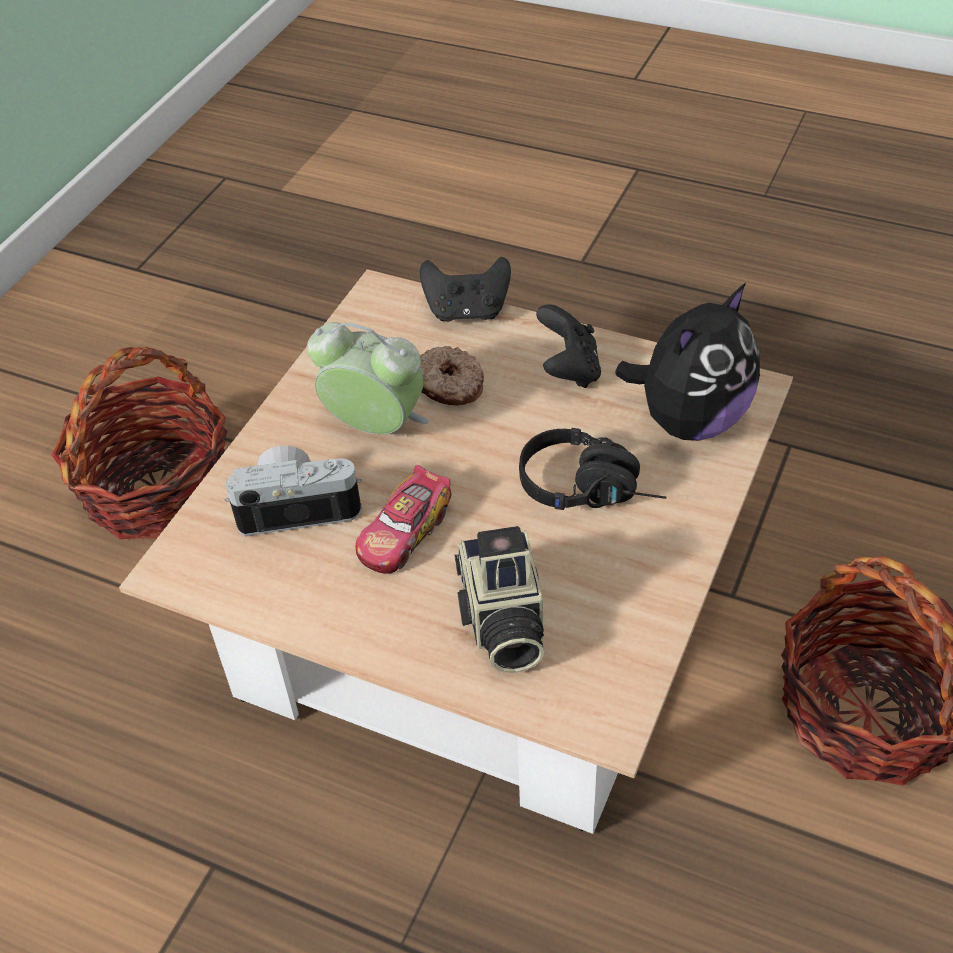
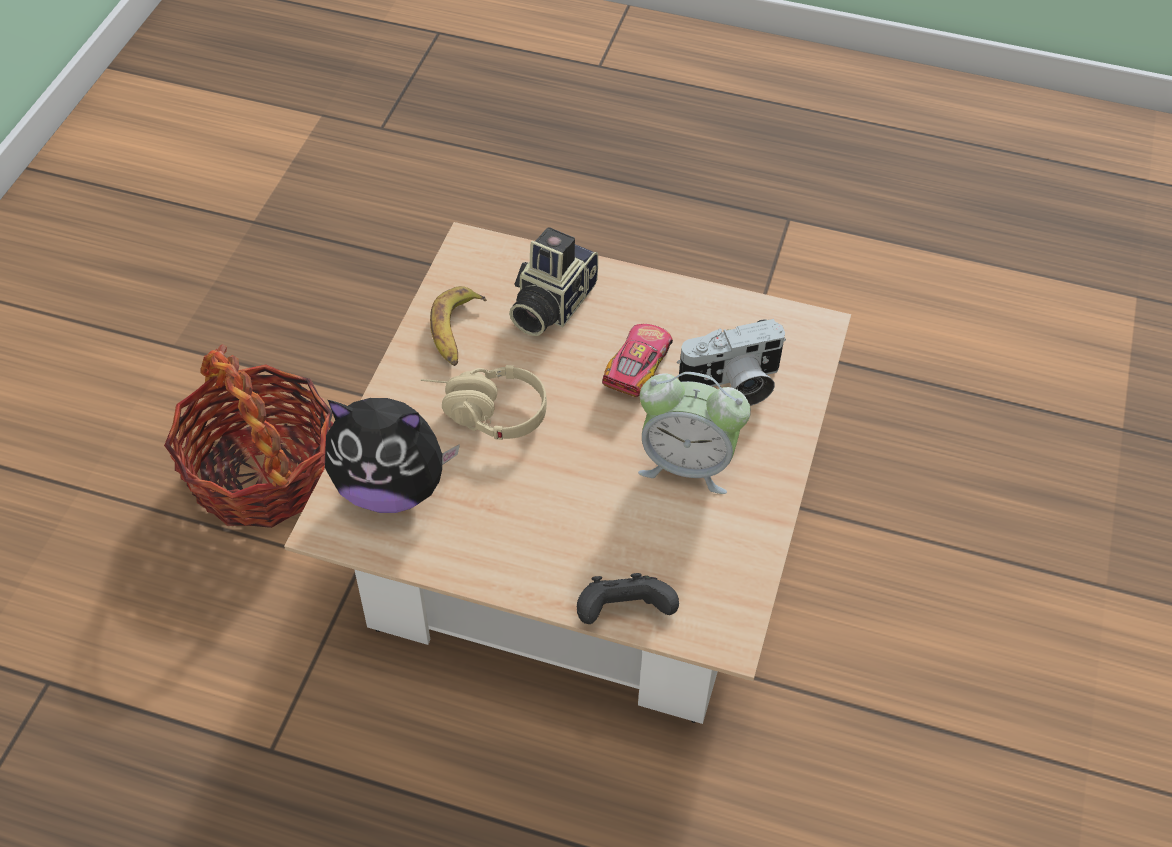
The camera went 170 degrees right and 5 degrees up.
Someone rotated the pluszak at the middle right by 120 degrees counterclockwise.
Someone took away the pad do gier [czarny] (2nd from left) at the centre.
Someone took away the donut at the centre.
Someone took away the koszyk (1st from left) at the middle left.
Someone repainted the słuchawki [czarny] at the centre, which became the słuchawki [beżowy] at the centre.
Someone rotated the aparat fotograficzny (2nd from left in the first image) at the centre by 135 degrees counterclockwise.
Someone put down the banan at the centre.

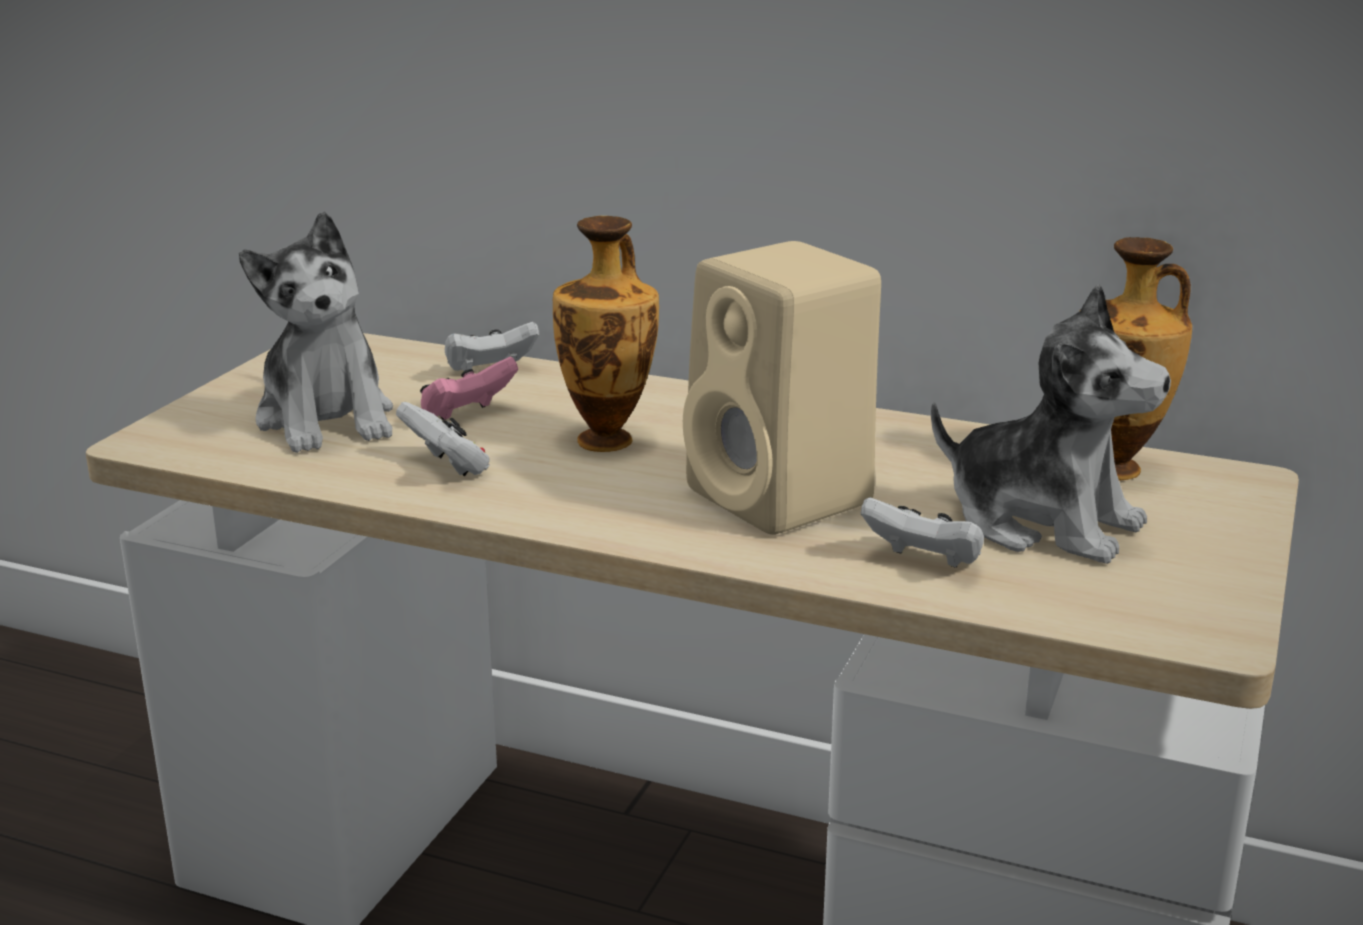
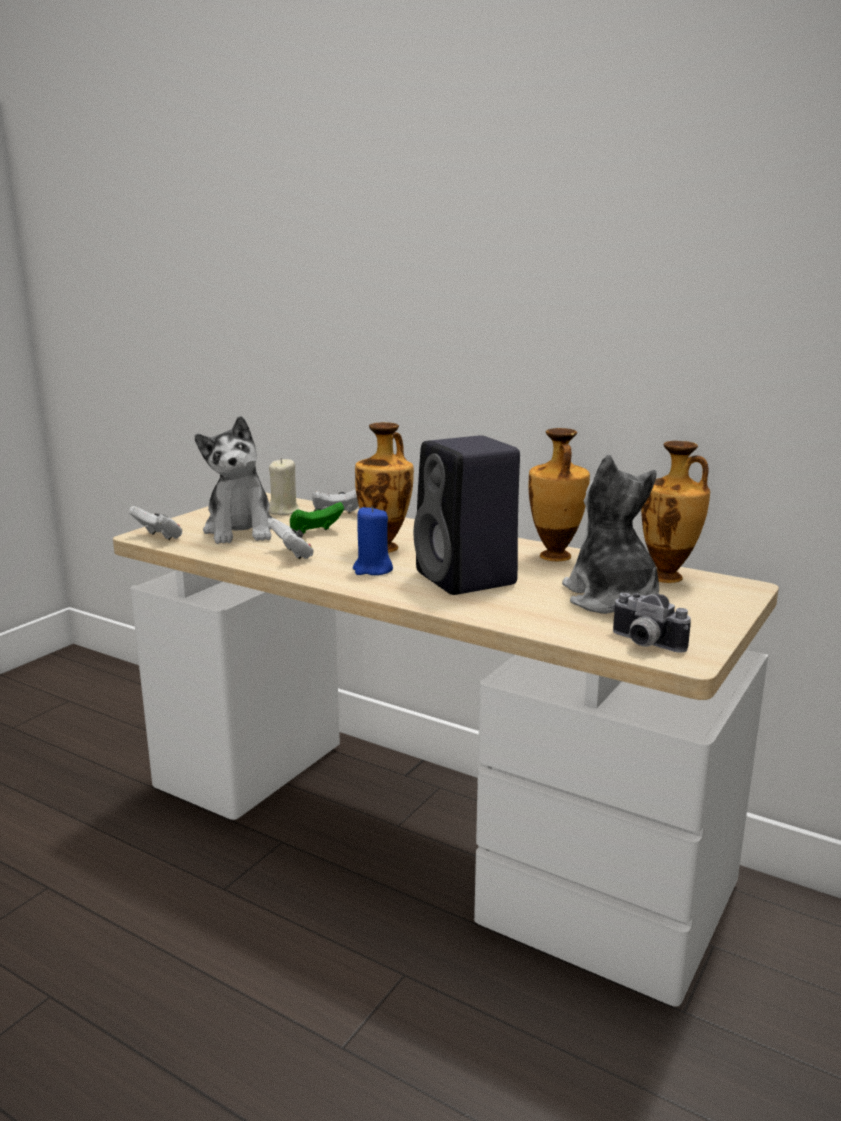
The camera went 10 degrees right and 5 degrees down.
Someone repainted the głośnik [beżowy] at the centre, which became the głośnik [czarny] at the centre.
Someone rotated the pluszak (2nd from left) at the middle right by 150 degrees counterclockwise.
Someone repainted the pad do gier [różowy] at the centre, which became the pad do gier [zielony] at the centre.
Someone carried the pad do gier [biały] (3rd from left in the first image) from the middle right to the middle left.
Someone put down the wazon (2nd from left) at the centre.
Someone put down the świeca [beżowy] at the centre.
Someone put down the świeca [niebieski] at the centre.
Someone put down the aparat fotograficzny at the middle right.

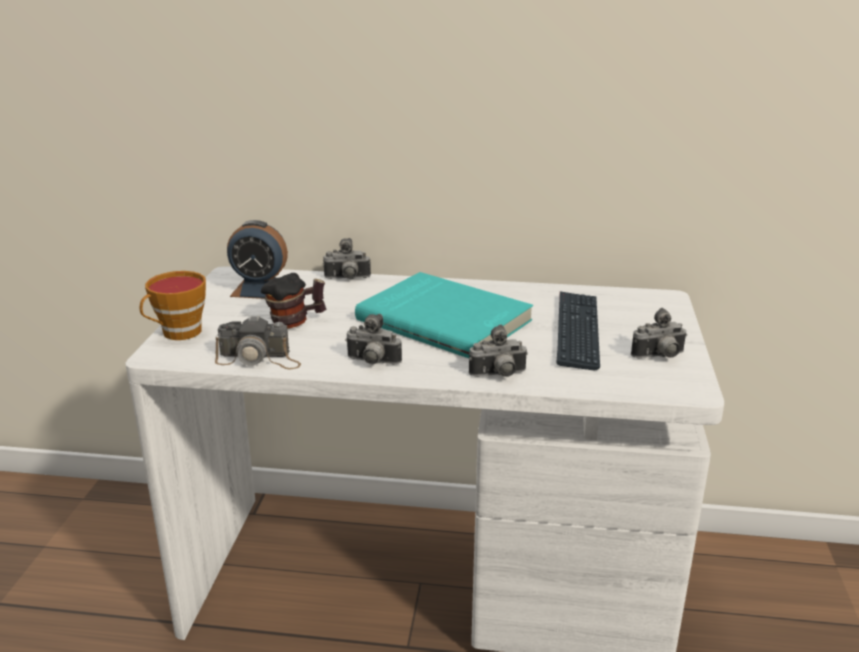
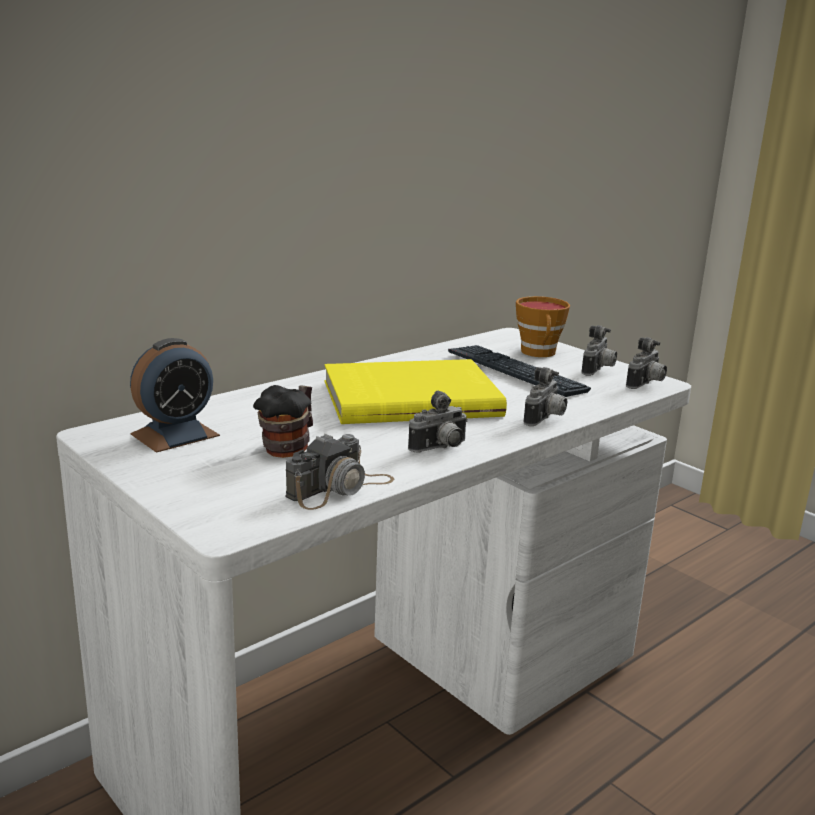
The camera went 50 degrees left and 5 degrees down.
Someone carried the aparat fotograficzny (2nd from left in the first image) from the centre to the middle right.
Someone carried the filiżanka from the middle left to the centre.
Someone repainted the książka [turkusowy] at the centre, which became the książka [żółty] at the centre.

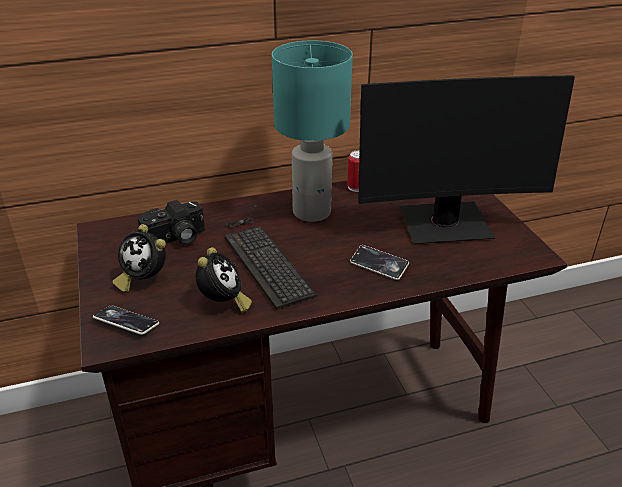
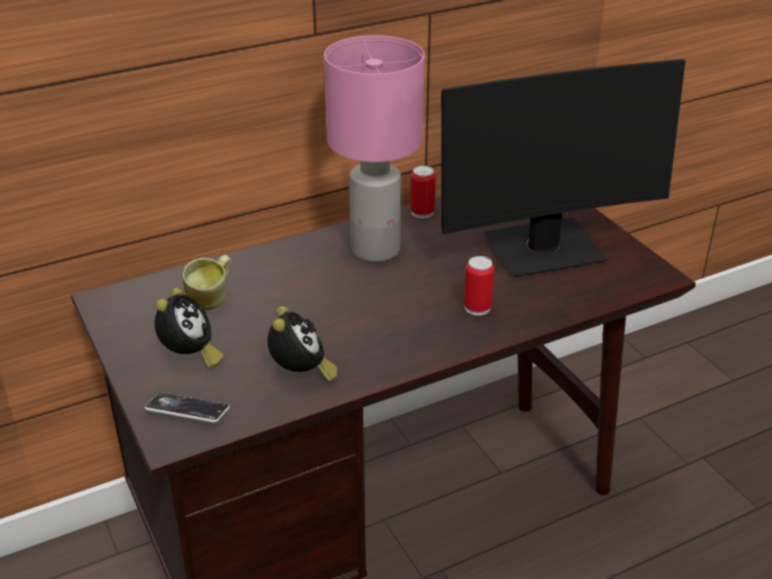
The camera went 10 degrees left and 0 degrees up.
Someone repainted the lampa stołowa [turkusowy] at the top centre, which became the lampa stołowa [różowy] at the top centre.
Someone swapped the aparat fotograficzny at the middle left for the kubek at the middle left.
Someone took away the klawiatura at the centre.
Someone rotated the budzik (1st from left) at the middle left by 105 degrees counterclockwise.
Someone swapped the telefon (2nd from left) at the centre for the puszka (2nd from left) at the centre.

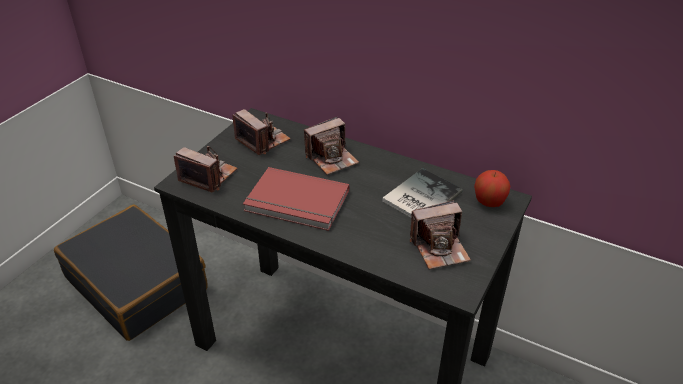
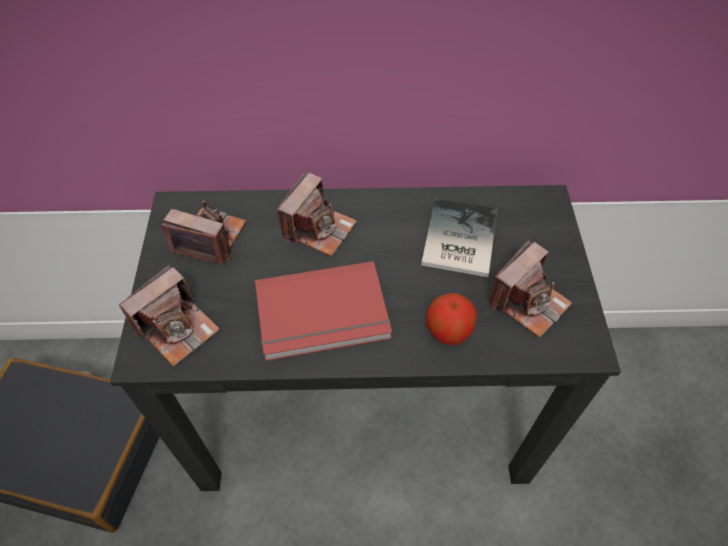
The camera went 30 degrees left and 15 degrees up.
Someone rotated the aparat fotograficzny (1st from left) at the middle left by 135 degrees clockwise.
Someone carried the jabłko from the middle right to the centre.

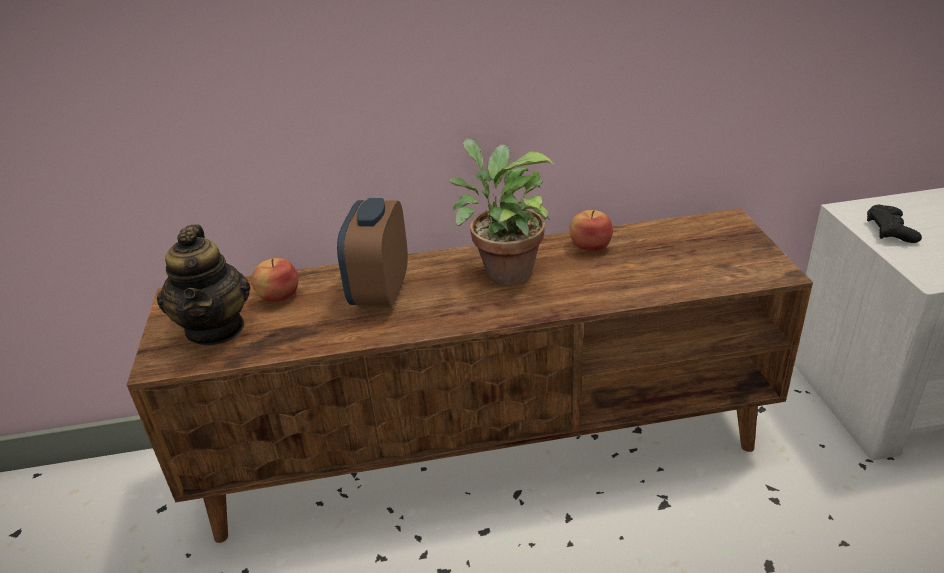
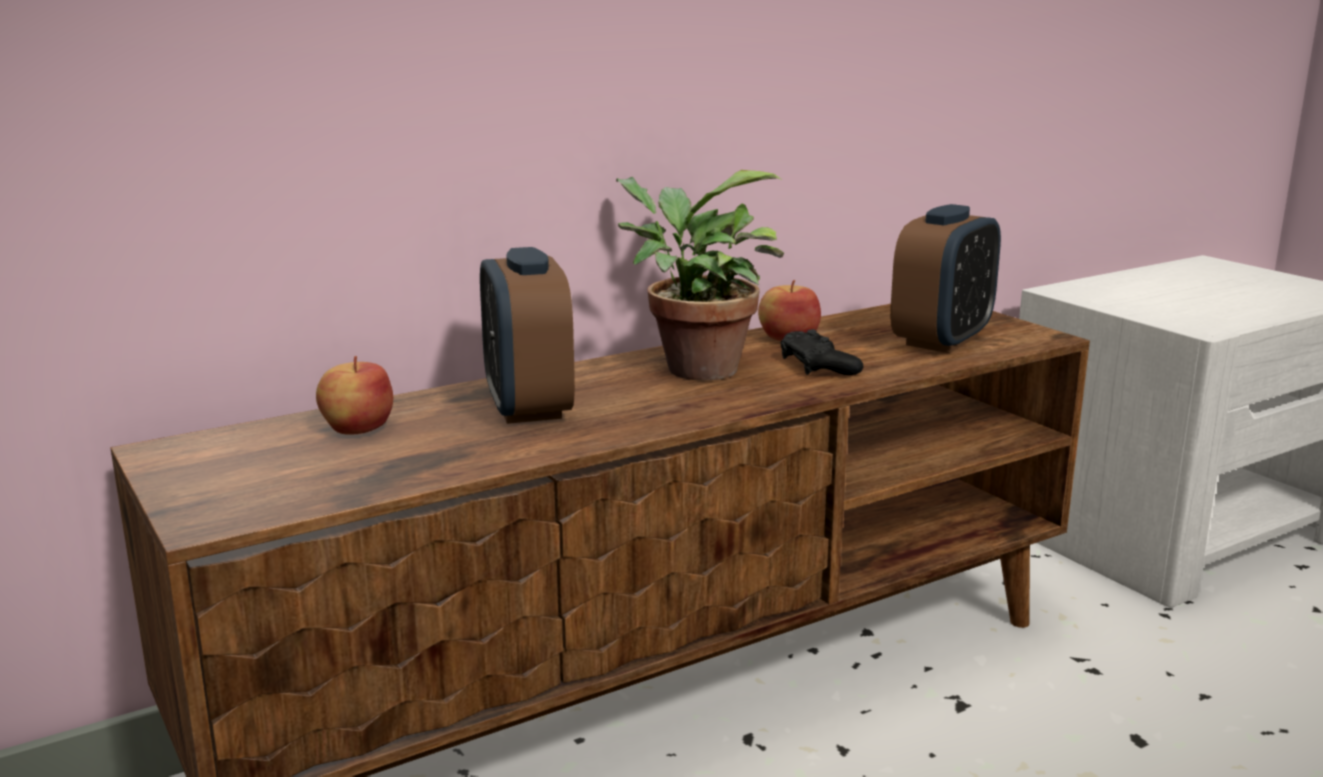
The camera went 25 degrees left and 15 degrees down.
Someone carried the pad do gier [czarny] from the middle right to the centre.
Someone took away the imbryk at the middle left.
Someone put down the budzik (2nd from left) at the middle right.

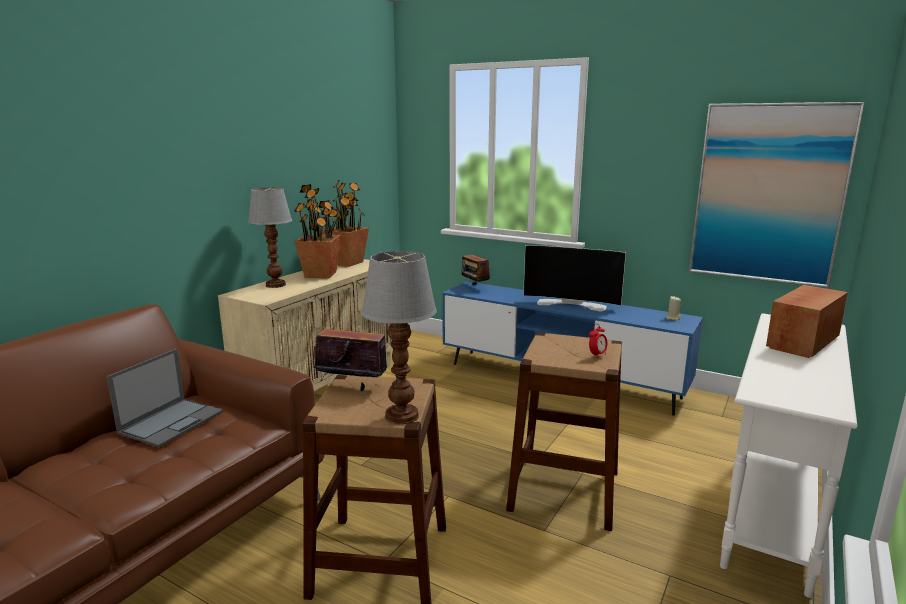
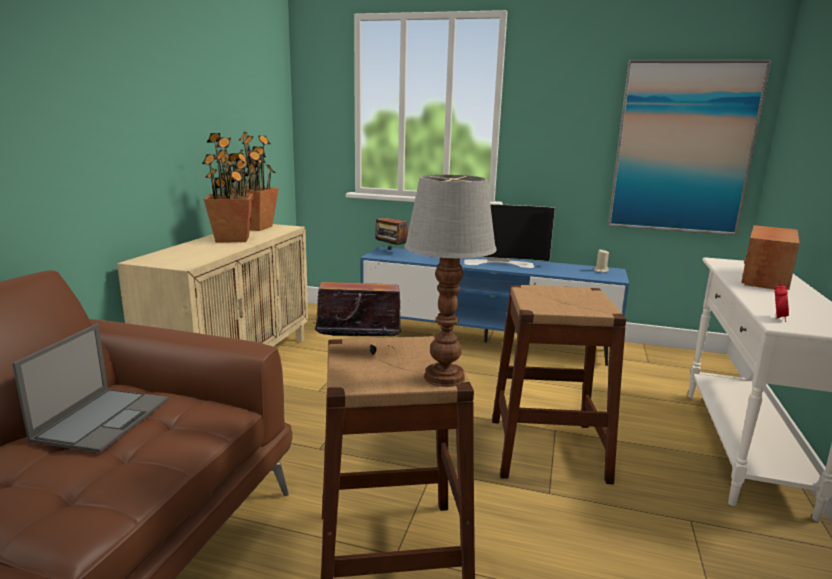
The camera went 15 degrees left and 0 degrees up.
Someone took away the lampa stołowa (1st from left) at the middle left.
Someone carried the budzik from the centre to the middle right.

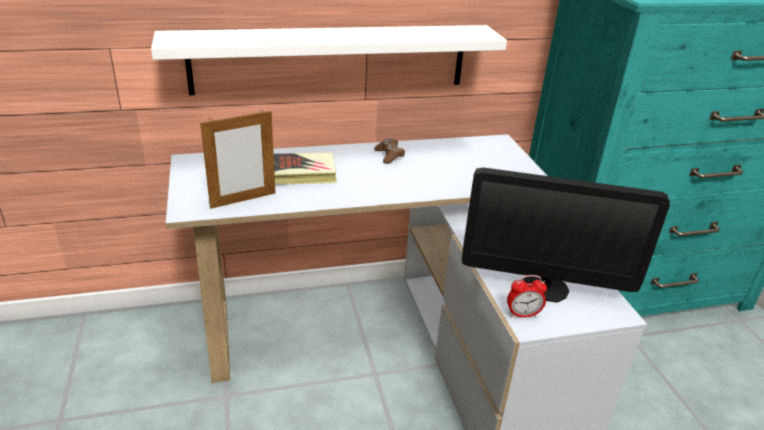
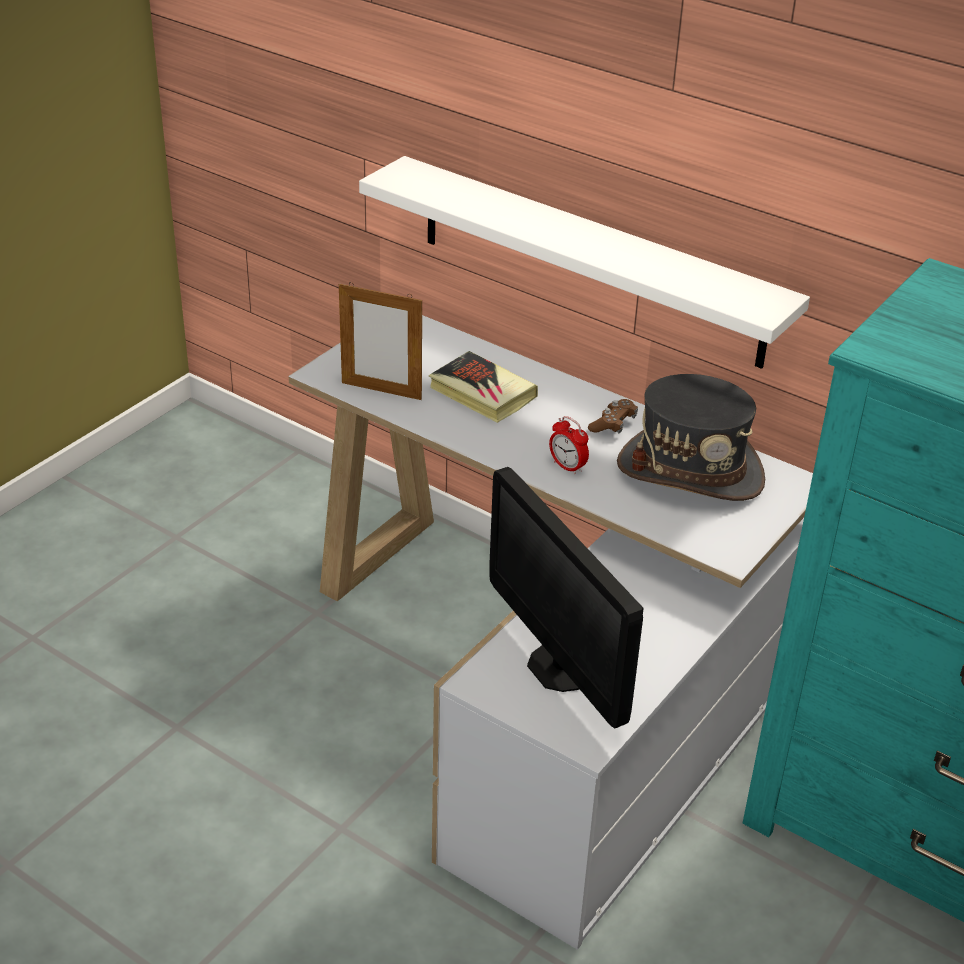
The camera went 50 degrees right and 5 degrees up.
Someone carried the budzik from the bottom right to the centre.
Someone put down the kapelusz [szary] at the middle right.

